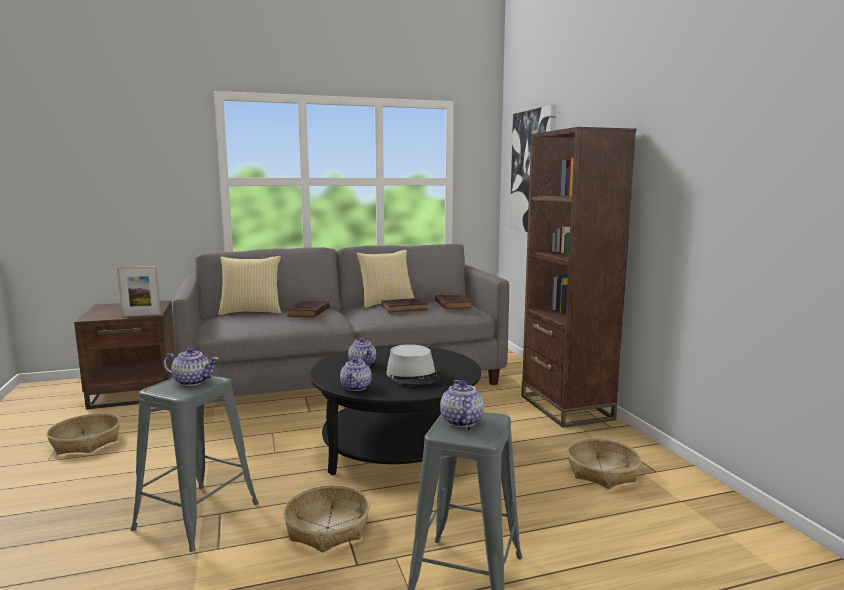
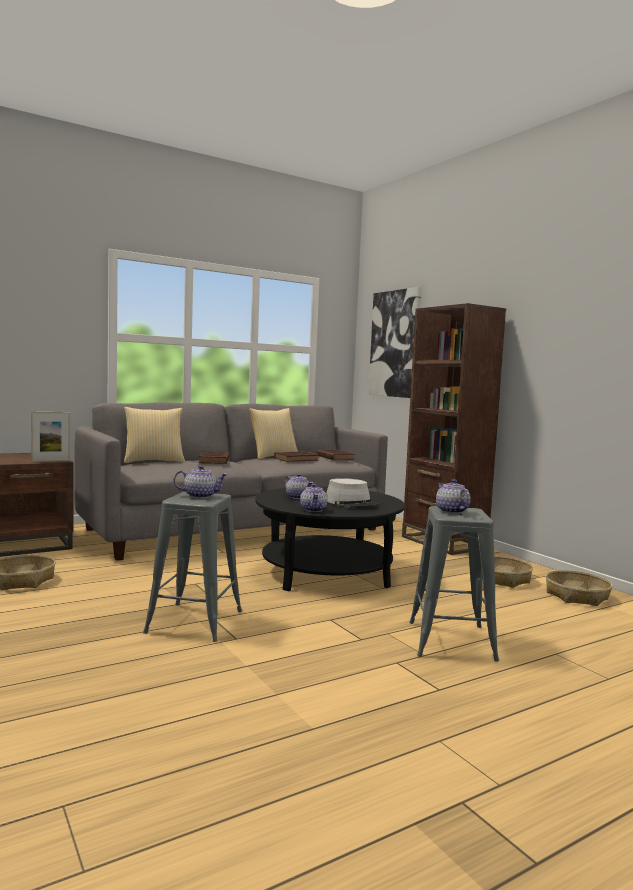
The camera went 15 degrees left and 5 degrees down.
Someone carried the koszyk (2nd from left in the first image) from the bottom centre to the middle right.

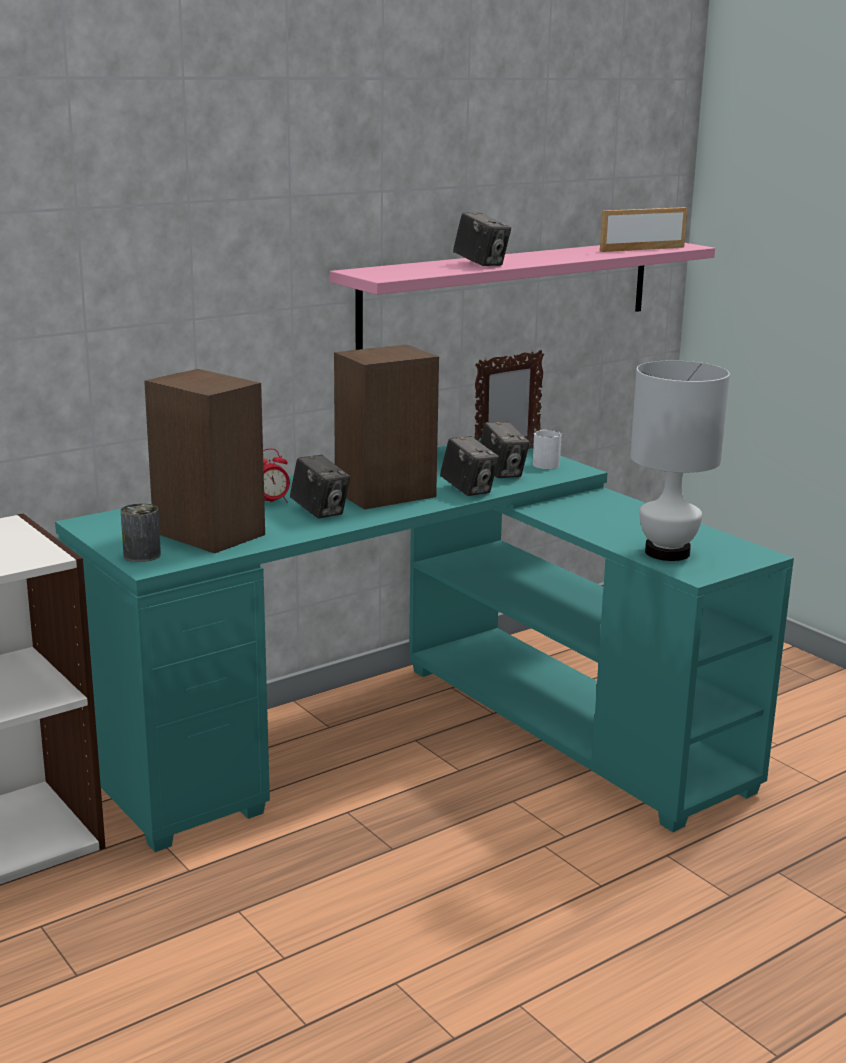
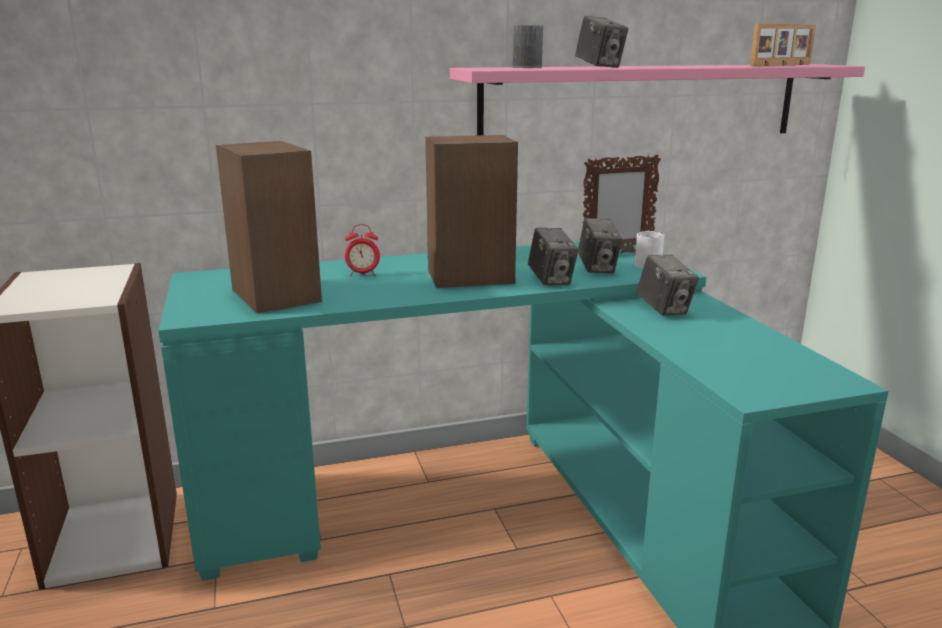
The camera went 20 degrees right and 0 degrees up.
Someone rotated the ramka na zdjęcie (2nd from left) at the top right by 150 degrees clockwise.
Someone took away the lampa stołowa [biały] at the middle right.
Someone carried the aparat fotograficzny (1st from left in the first image) from the centre to the middle right.
Someone carried the puszka from the middle left to the top centre.

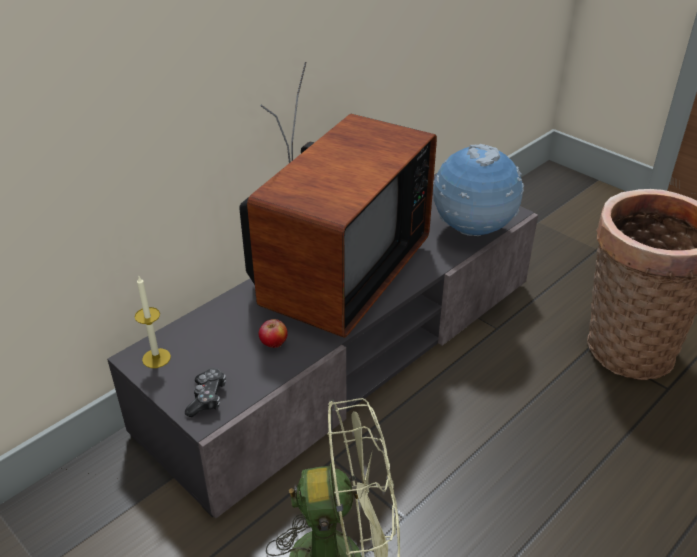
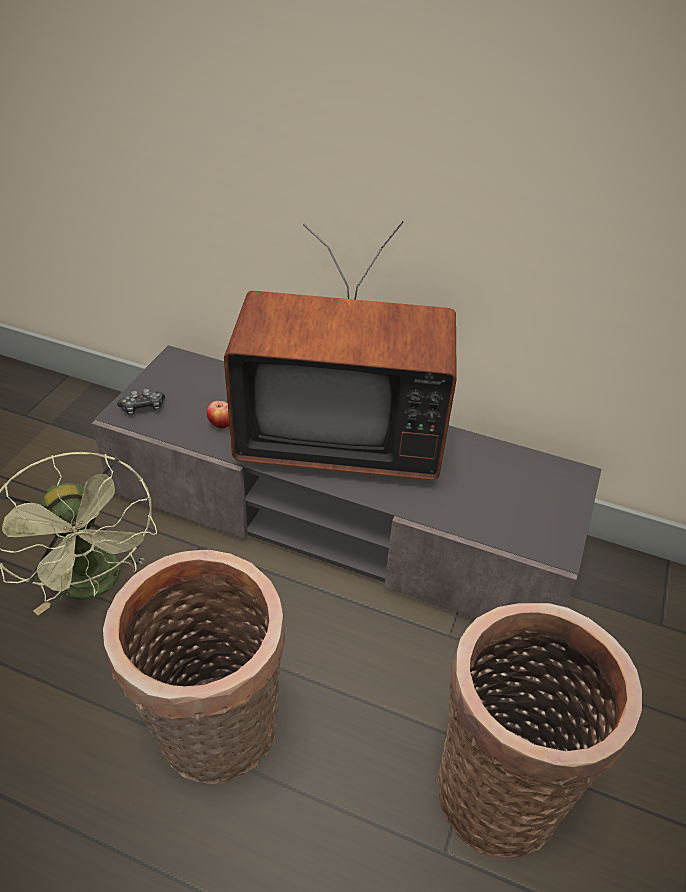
The camera went 65 degrees right and 5 degrees up.
Someone took away the globus at the middle right.
Someone took away the świeca at the middle left.
Someone put down the koszyk (1st from left) at the bottom left.

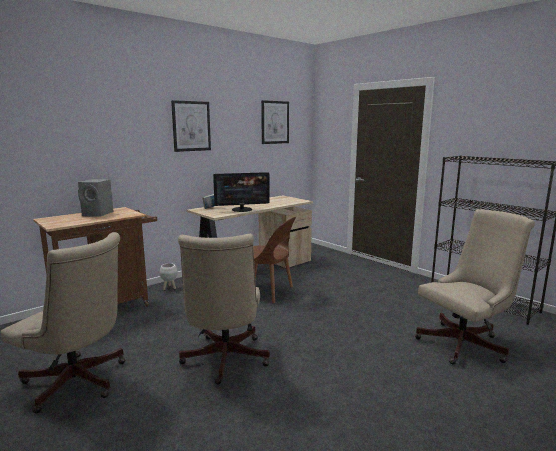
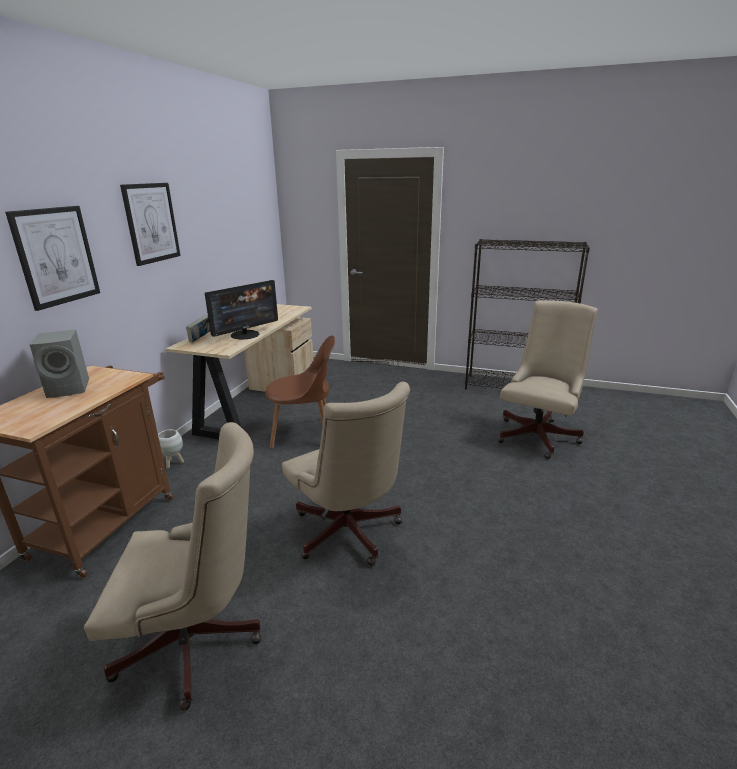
The camera went 30 degrees left and 10 degrees up.
Someone carried the obraz (2nd from left in the first image) from the top centre to the middle left.

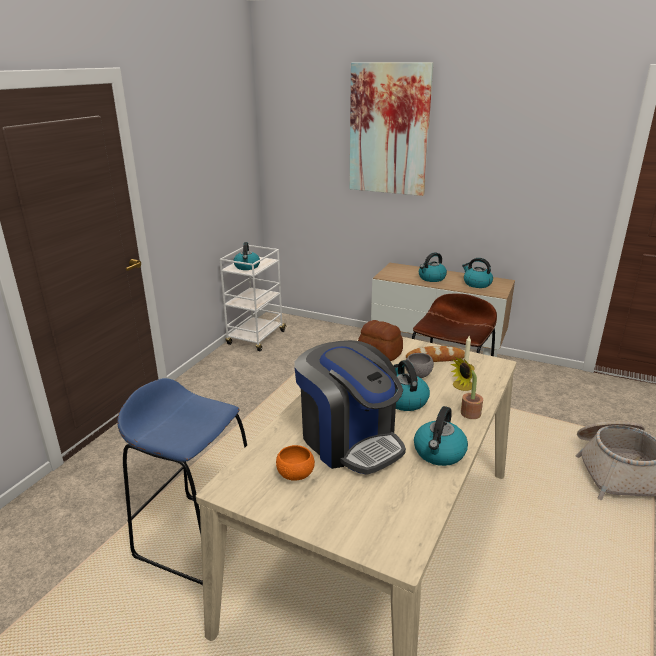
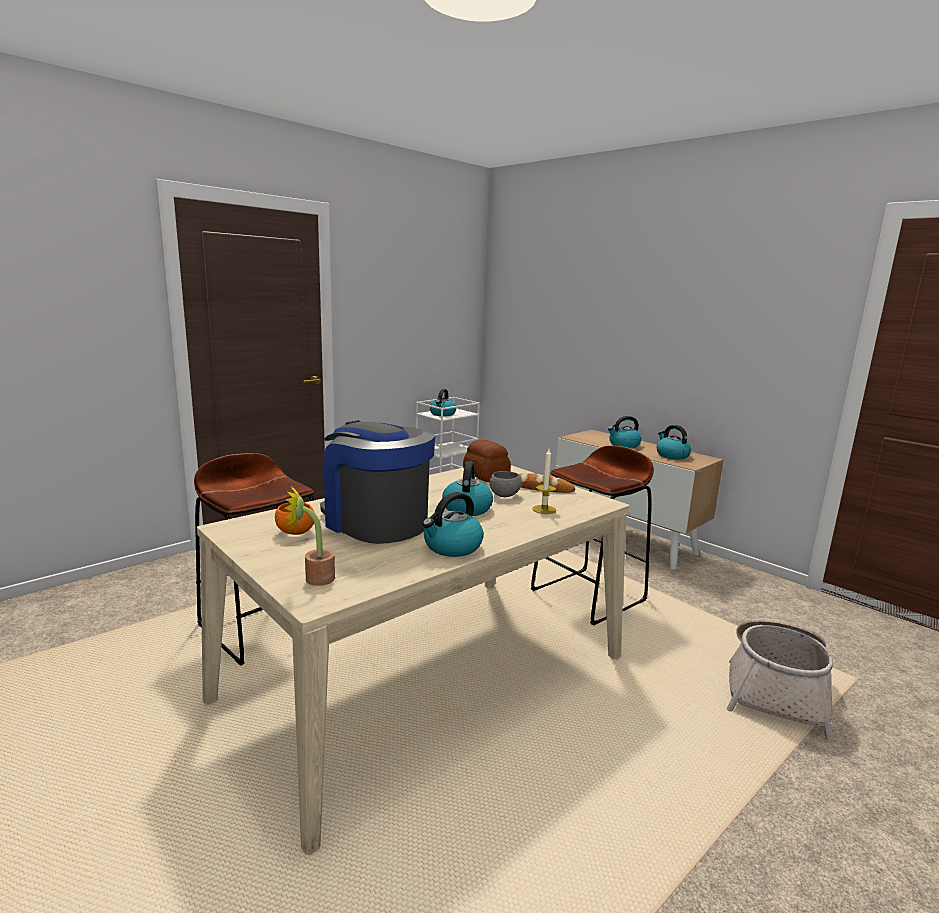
The camera went 20 degrees right and 10 degrees down.
Someone took away the obraz at the top centre.
Someone rotated the ekspres do kawy at the centre by 150 degrees clockwise.
Someone carried the roślina doniczkowa from the middle right to the middle left.
Someone repainted the stołek [niebieski] at the bottom left, which became the stołek [brązowy] (1st from left) at the middle left.

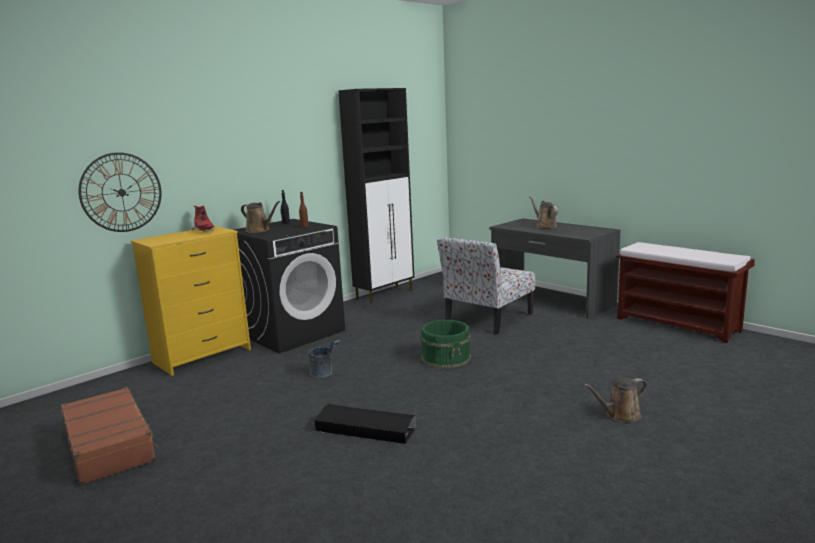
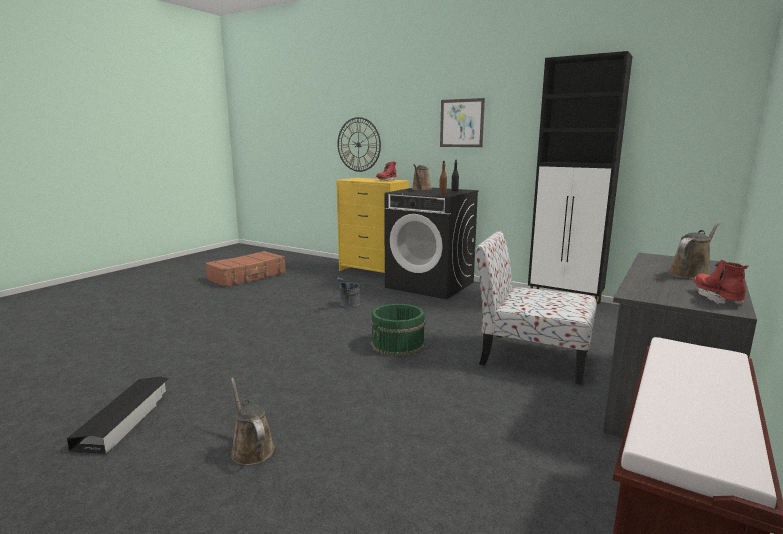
The camera went 75 degrees right and 0 degrees up.
Someone carried the pojemnik do przechowywania [czarny] from the bottom centre to the bottom left.
Someone put up the obraz at the top centre.
Someone put down the but z cholewką [czerwony] (2nd from left) at the middle right.

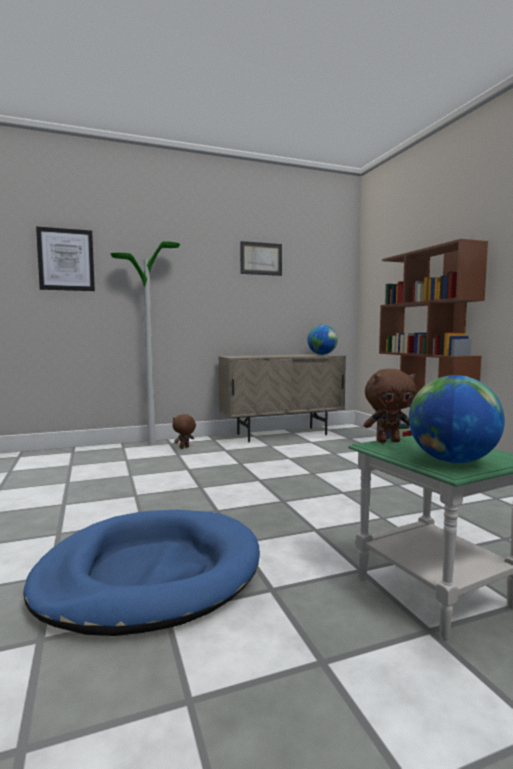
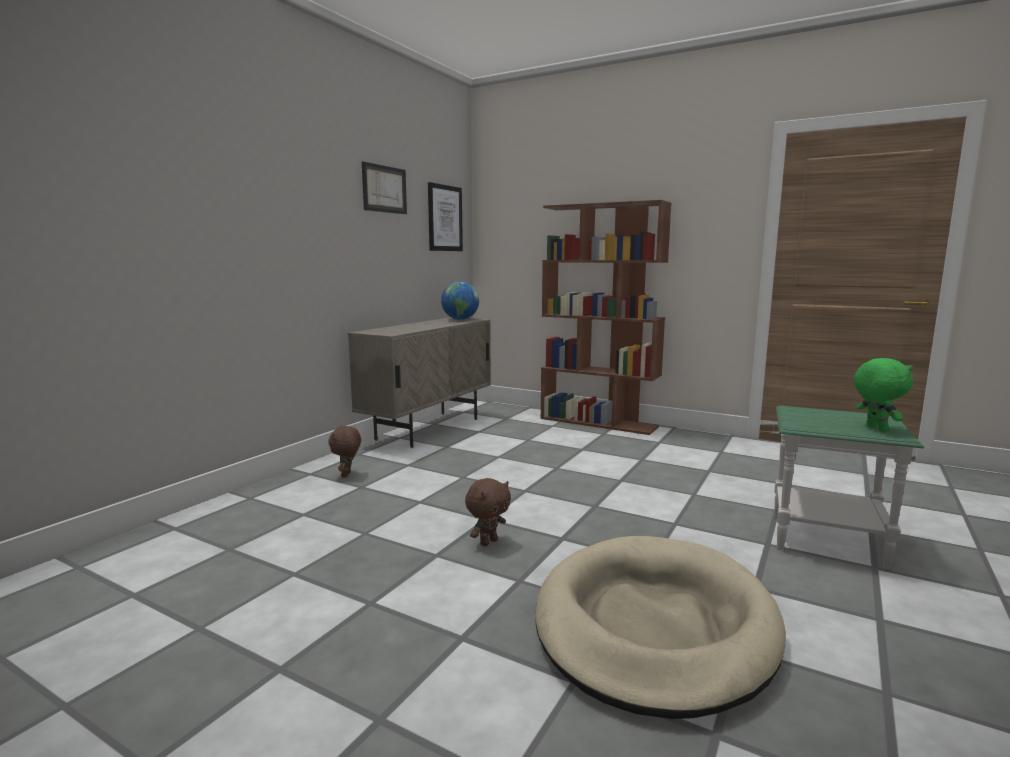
The camera went 40 degrees left and 5 degrees up.
Someone carried the obraz (1st from left in the first image) from the middle left to the top centre.
Someone took away the lampa stojąca at the middle left.
Someone carried the pluszak [brązowy] (2nd from left) from the middle right to the bottom centre.
Someone swapped the globus (2nd from left) at the middle right for the pluszak [zielony] at the middle right.
Someone repainted the legowisko [niebieski] at the bottom left, which became the legowisko [beżowy] at the bottom centre.

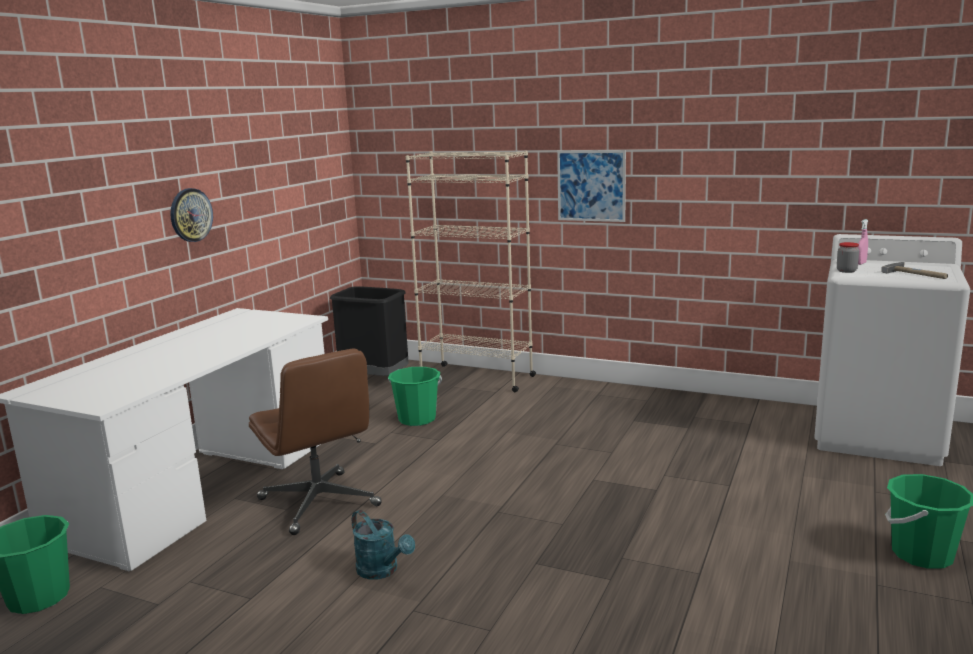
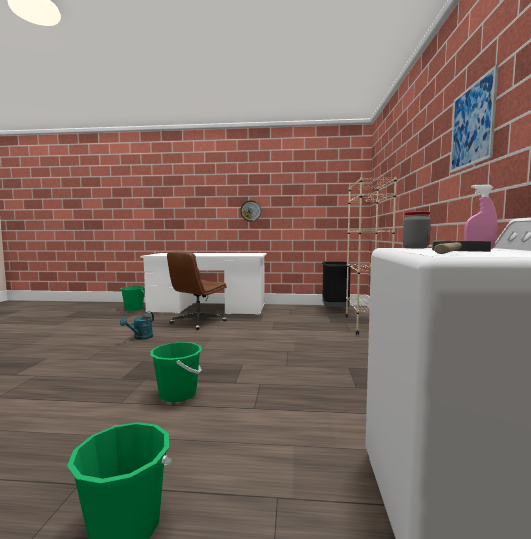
The camera went 70 degrees right and 10 degrees down.
Someone carried the obraz from the top centre to the top right.
Someone carried the wiadro [zielony] (2nd from left in the first image) from the centre to the bottom left.

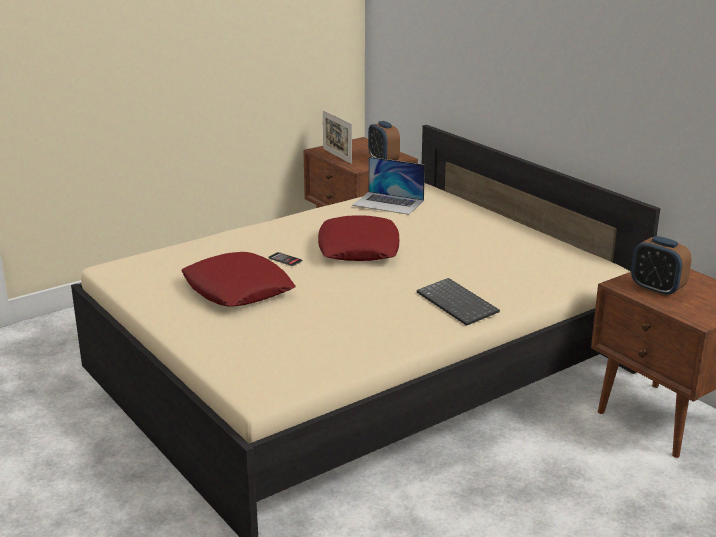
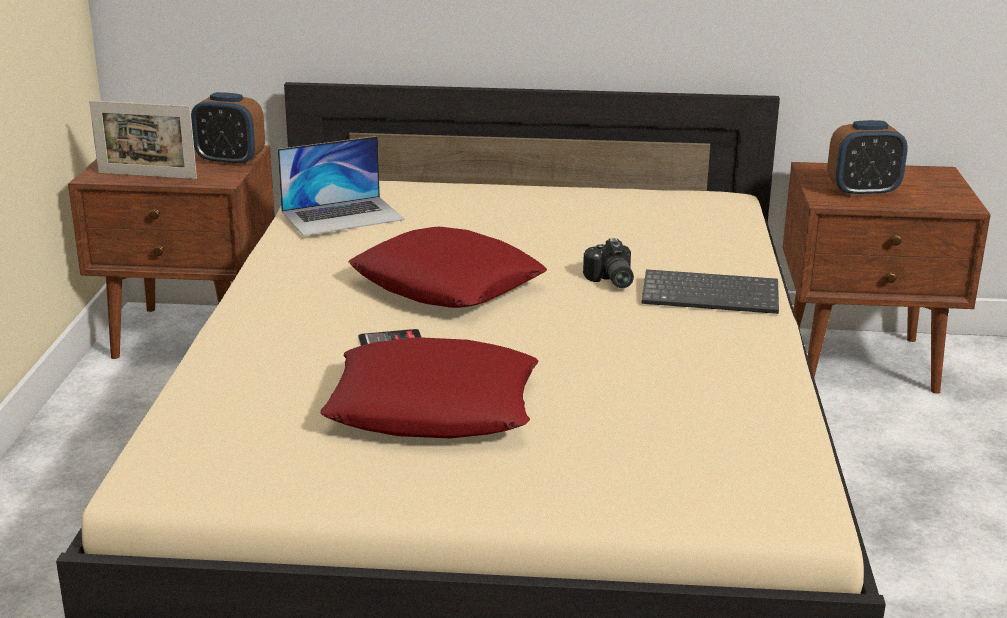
The camera went 50 degrees left and 0 degrees up.
Someone put down the aparat fotograficzny at the centre.

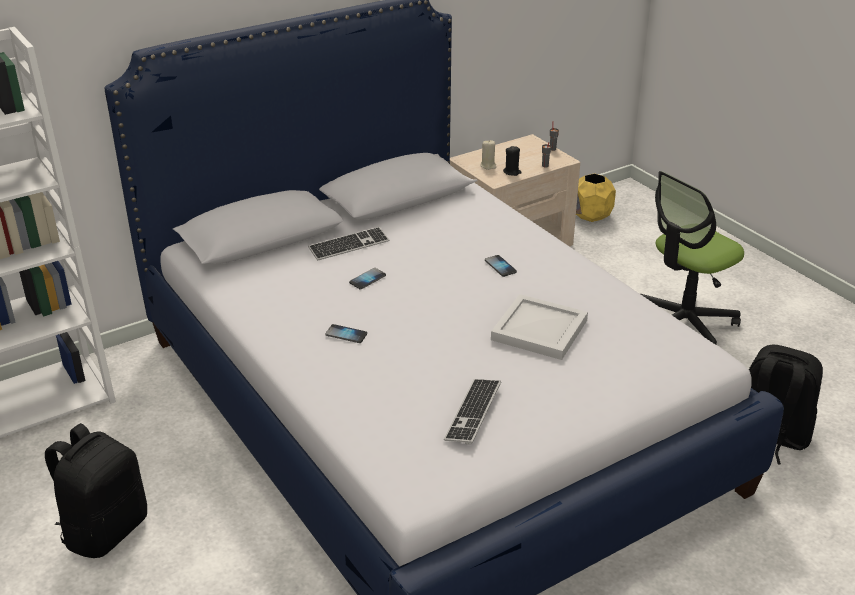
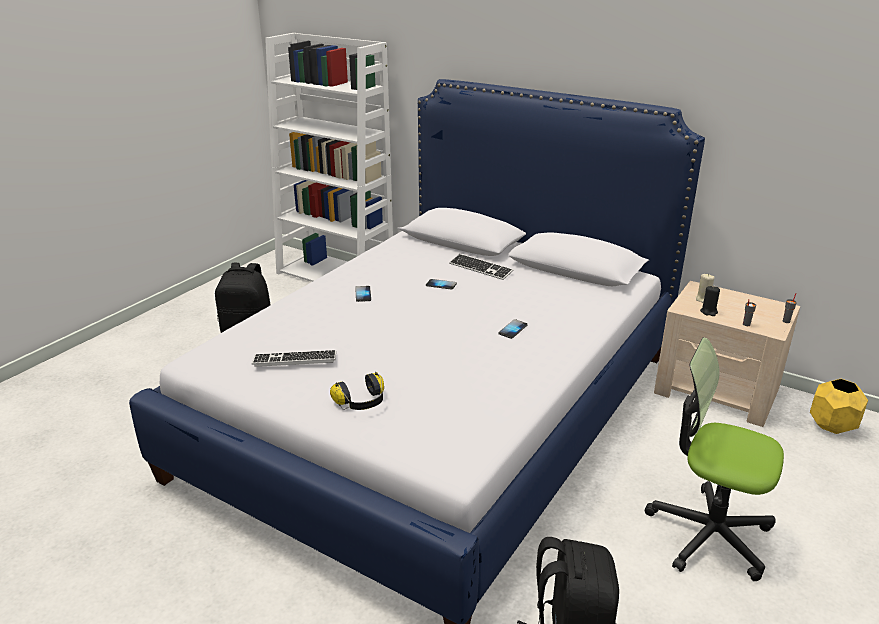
The camera went 65 degrees right and 5 degrees down.
Someone took away the taca [biały] at the centre.
Someone put down the słuchawki at the centre.

